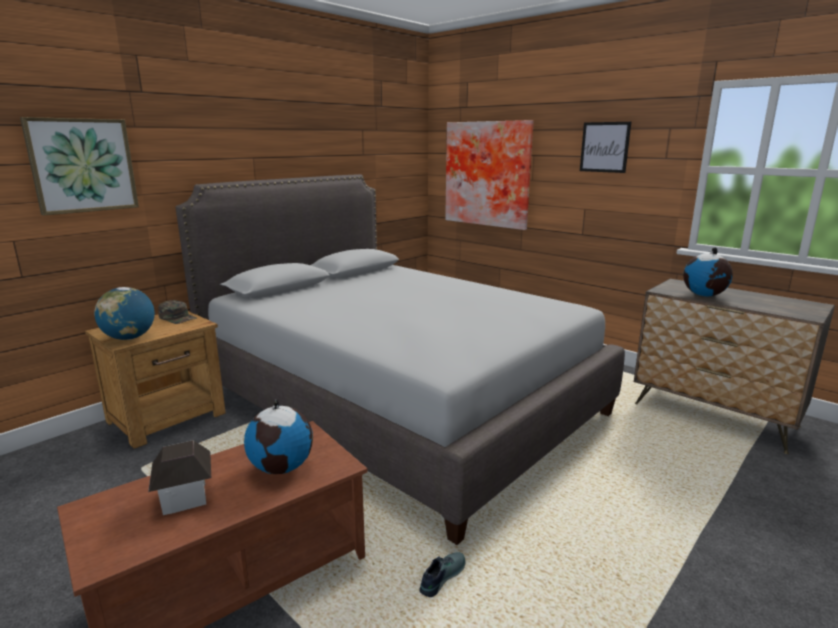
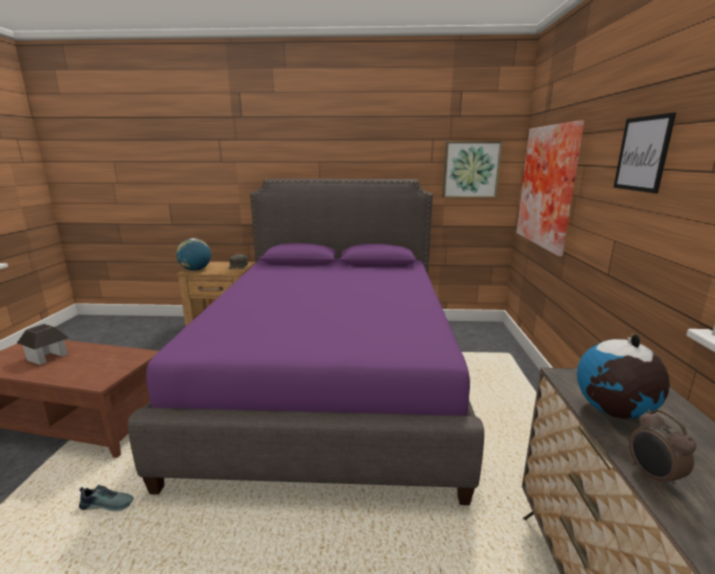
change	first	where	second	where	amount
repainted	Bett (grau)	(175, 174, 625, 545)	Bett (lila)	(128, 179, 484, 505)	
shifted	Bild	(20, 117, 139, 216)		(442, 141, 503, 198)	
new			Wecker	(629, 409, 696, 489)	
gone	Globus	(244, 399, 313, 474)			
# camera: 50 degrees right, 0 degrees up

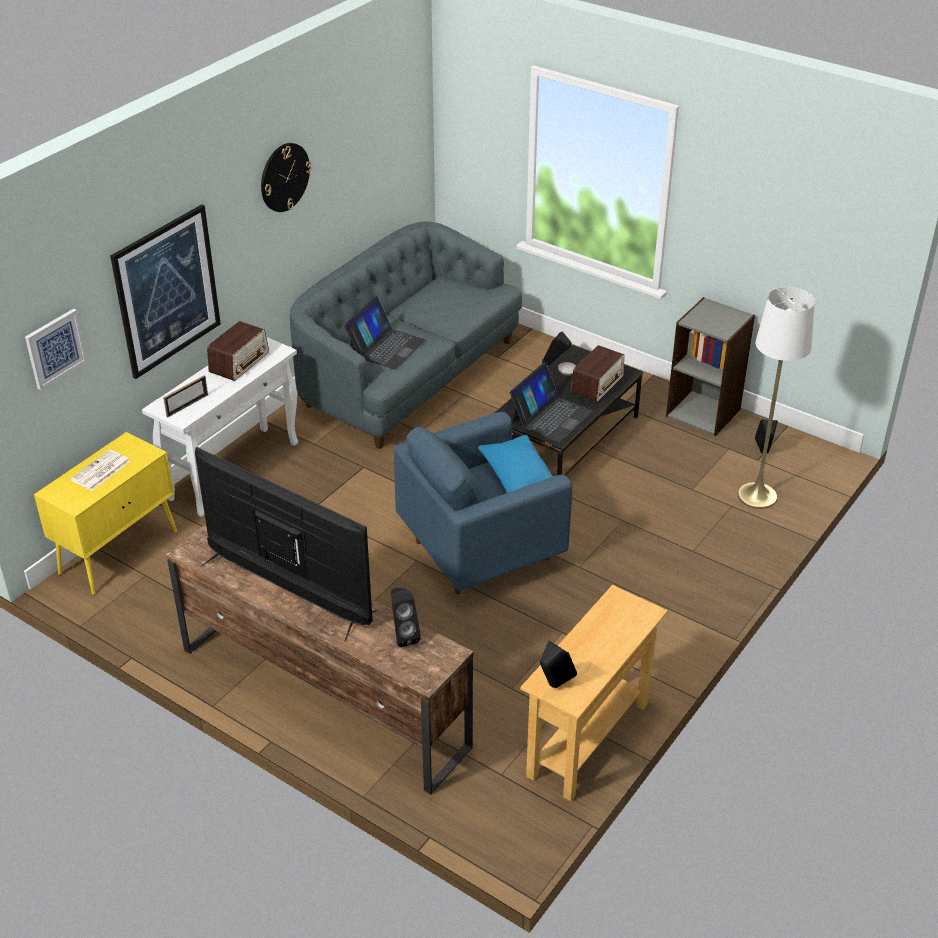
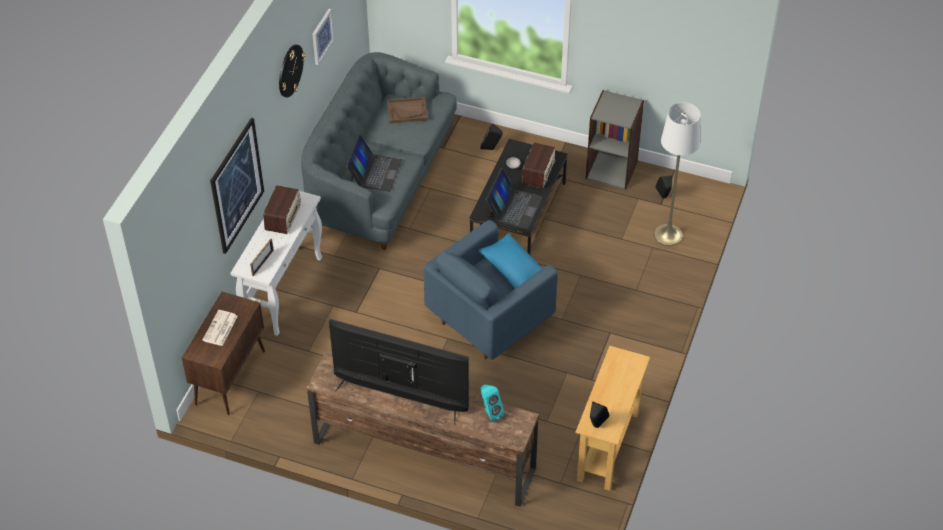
change	first	where	second	where	amount
repainted	Schrank (gelb)	(34, 432, 177, 595)	Schrank (braun)	(182, 292, 265, 415)	
shifted	Bild	(25, 309, 87, 390)		(312, 9, 334, 65)	
new			Tablett (braun)	(387, 97, 428, 124)	
repainted	Lautsprecher (schwarz)	(391, 588, 421, 647)	Lautsprecher (türkis)	(480, 385, 504, 422)	
# camera: 15 degrees left, 10 degrees up

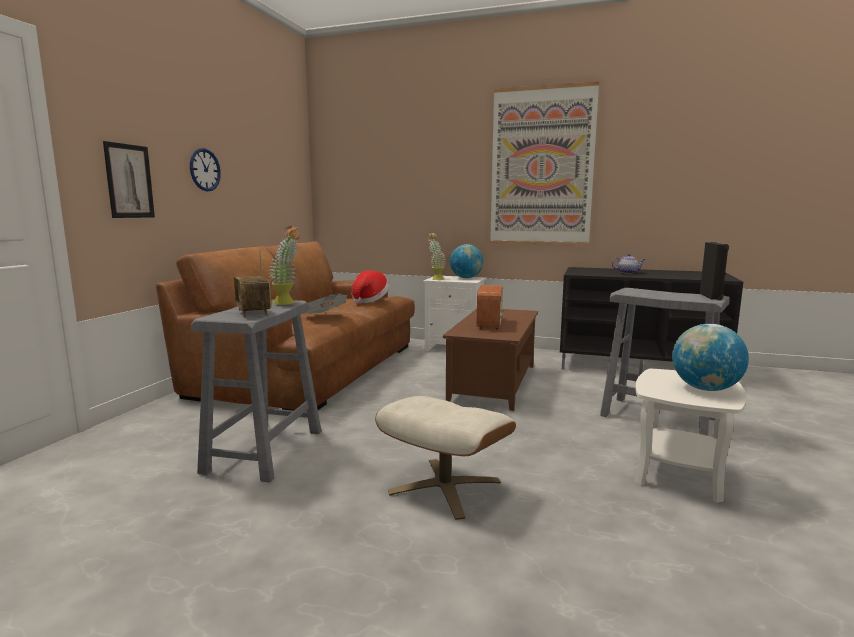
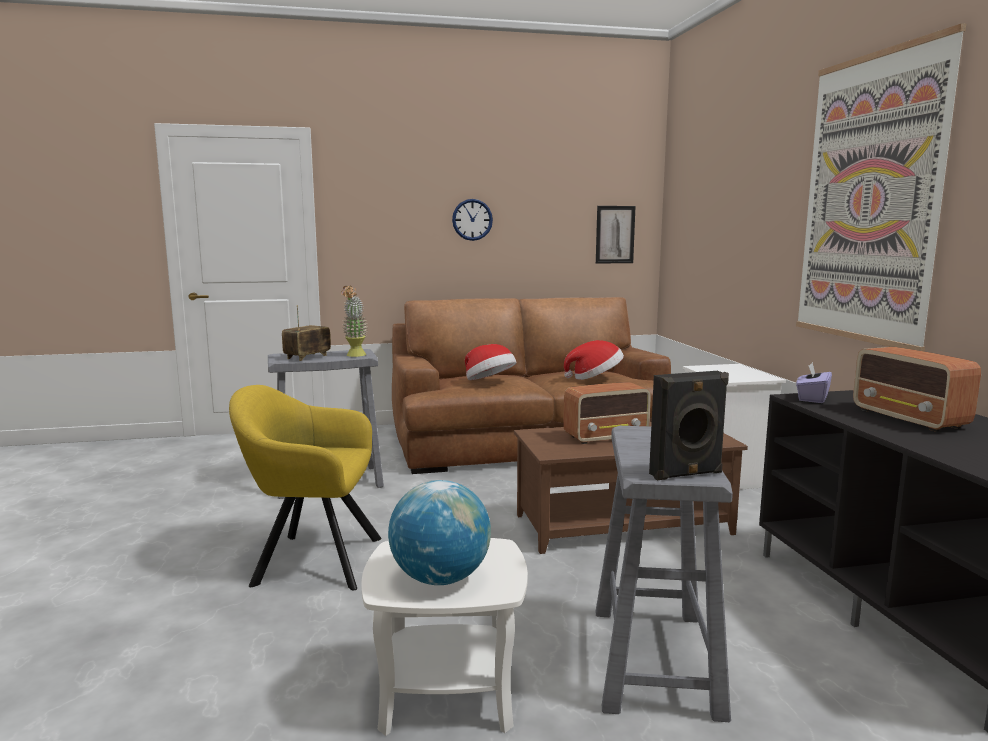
change	first	where	second	where	amount
swapped	Polsterhocker (beige)	(375, 396, 516, 520)	Sessel (gelb)	(229, 385, 381, 590)	
swapped	Zeitung	(304, 293, 347, 314)	Hut	(465, 344, 516, 380)	
shifted	Bild	(103, 141, 155, 218)		(596, 206, 635, 264)	
new			Taschentuchbox (lila)	(796, 362, 832, 403)	
swapped	Teekanne	(612, 254, 645, 274)	Radio	(853, 347, 981, 432)	
gone	Topfpflanze	(428, 233, 446, 280)			
gone	Globus	(450, 244, 484, 278)			
# camera: 60 degrees right, 0 degrees up

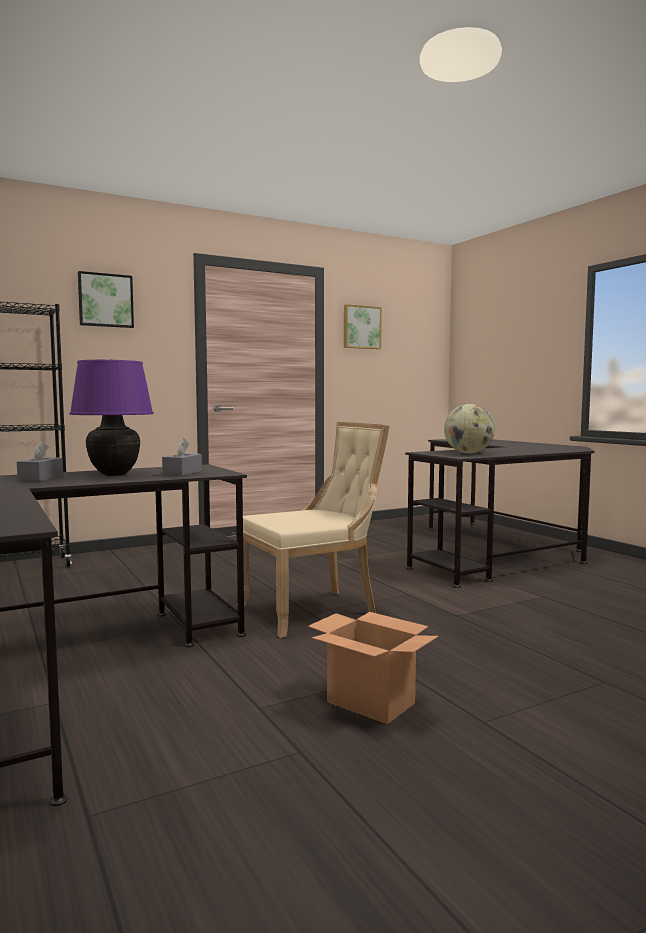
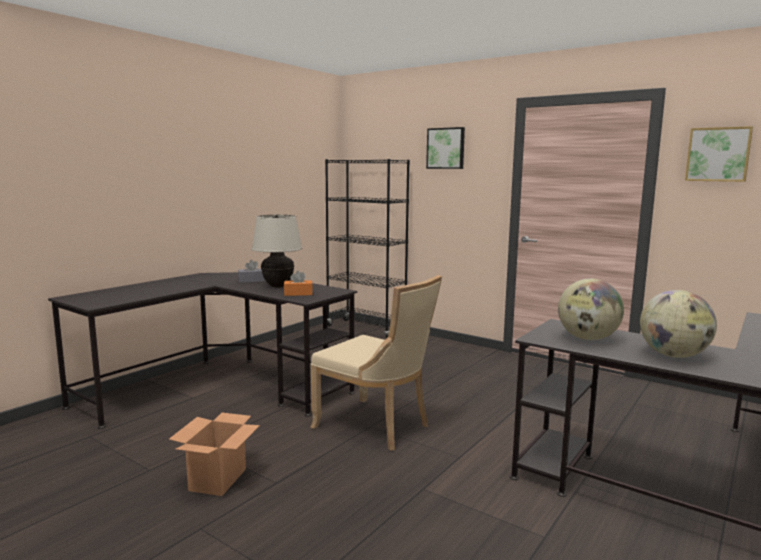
change	first	where	second	where	amount
repainted	Tischlampe (lila)	(69, 359, 154, 476)	Tischlampe (beige)	(252, 215, 302, 288)	
repainted	Taschentuchbox (grau)	(162, 438, 202, 476)	Taschentuchbox (orange)	(284, 271, 313, 296)	
new			Globus	(640, 290, 717, 358)	
# camera: 65 degrees right, 5 degrees up

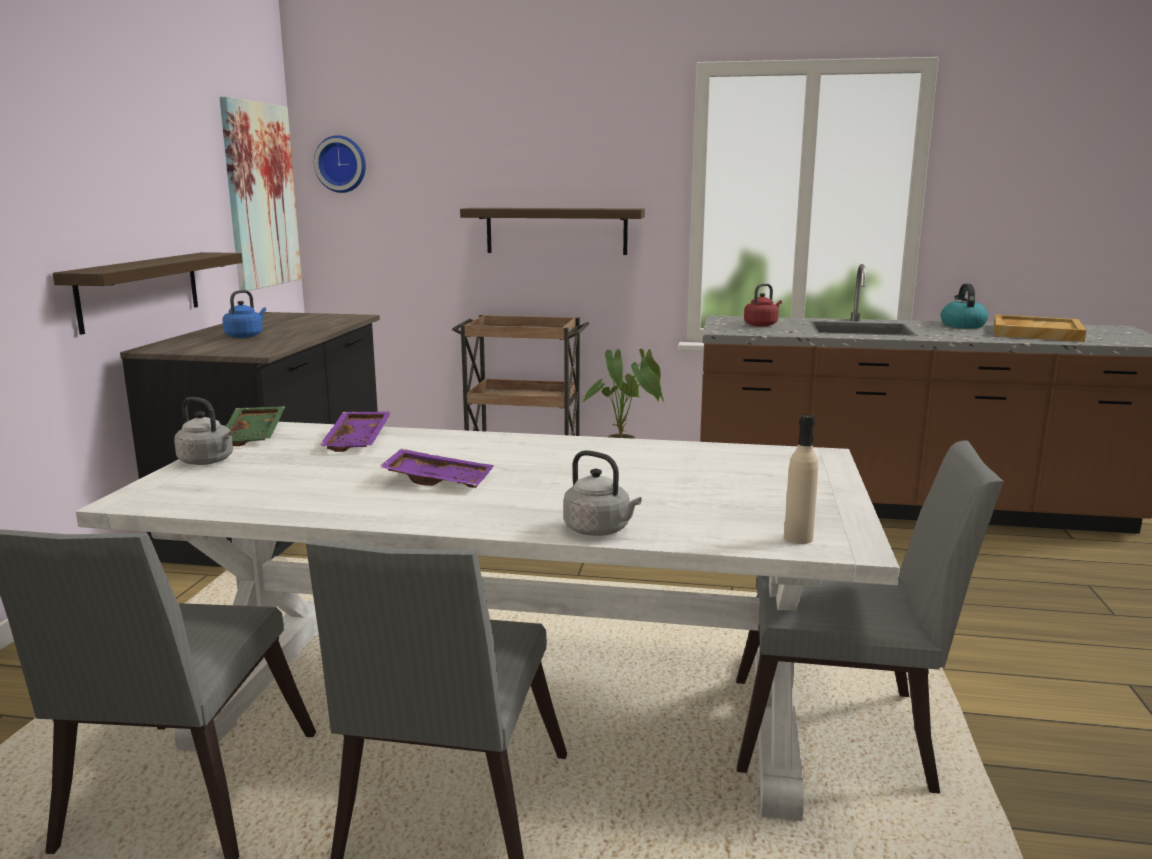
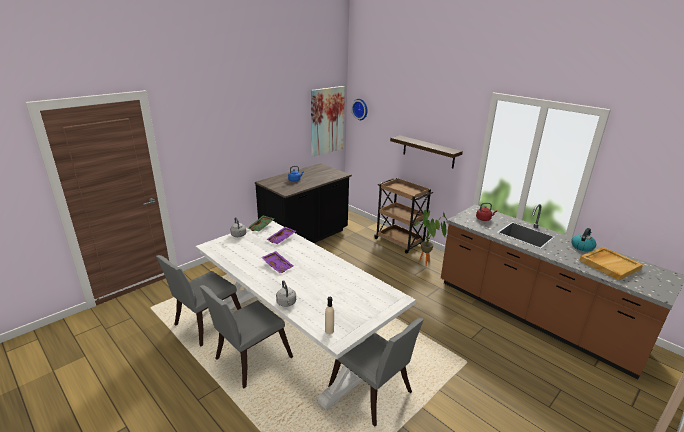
change	first	where	second	where	amount
gone	Wandregal	(53, 252, 243, 335)			
# camera: 35 degrees right, 10 degrees up

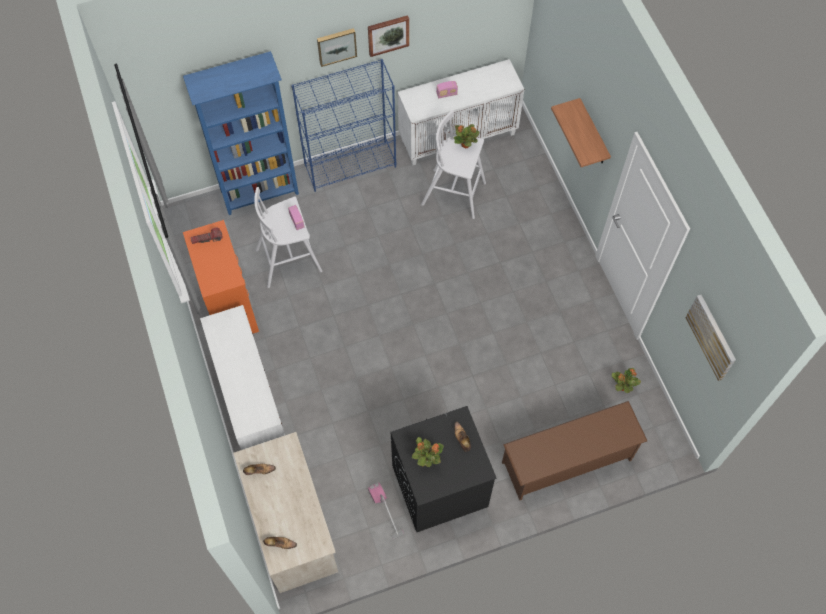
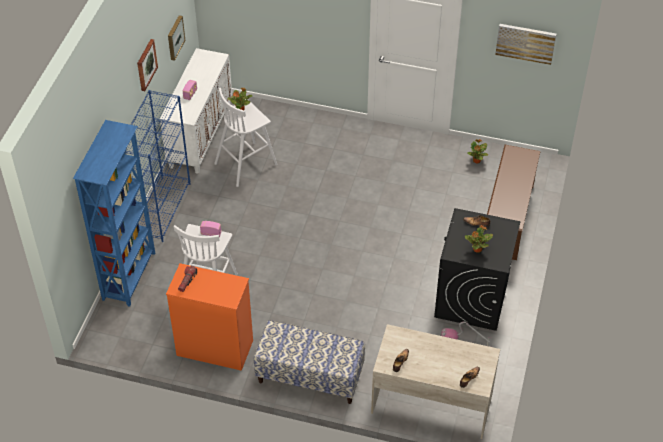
change	first	where	second	where	amount
shifted	Bild	(317, 28, 357, 67)		(168, 15, 185, 61)	
swapped	Schrank (weiß)	(200, 305, 285, 450)	Bank	(254, 320, 365, 404)	
gone	Wandregal	(551, 98, 611, 167)			
# camera: 55 degrees left, 15 degrees down

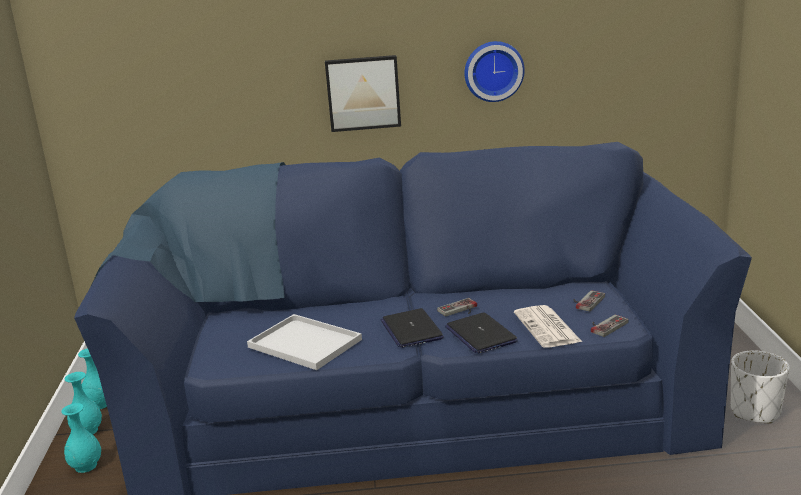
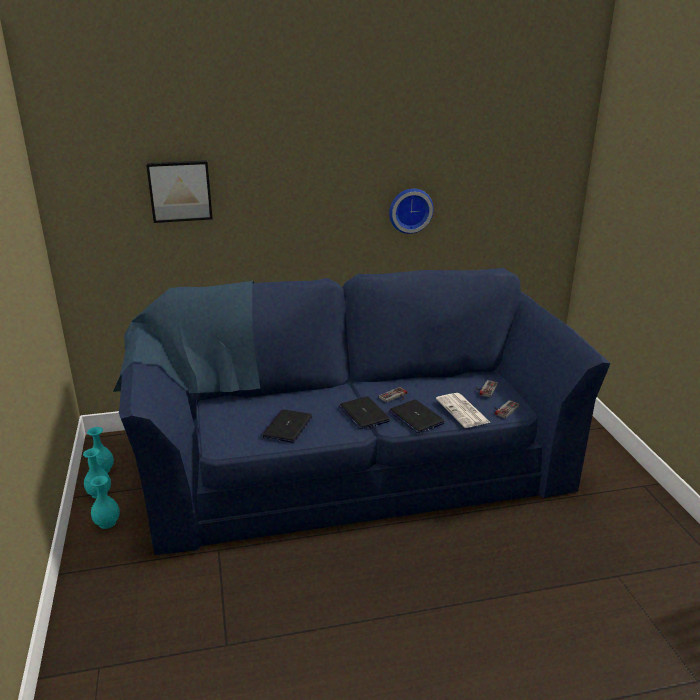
change	first	where	second	where	amount
shifted	Bild	(325, 55, 401, 132)		(146, 160, 213, 223)	
swapped	Tablett (weiß)	(247, 314, 362, 370)	Laptop	(261, 409, 313, 443)	
gone	Pflanzkübel (weiß)	(731, 351, 790, 423)			
# camera: 10 degrees left, 5 degrees up

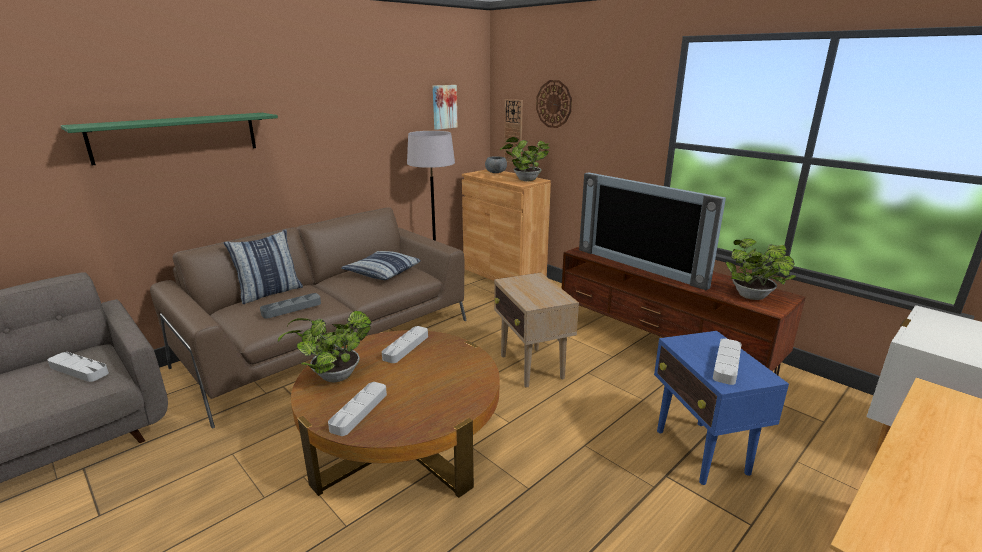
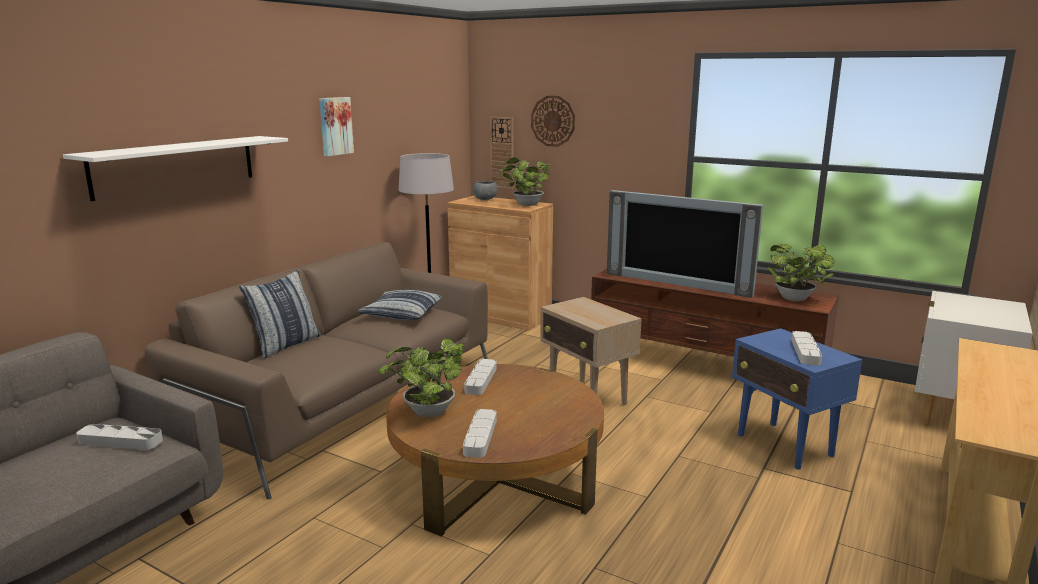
change	first	where	second	where	amount
repainted	Wandregal (grün)	(61, 113, 278, 165)	Wandregal (weiß)	(63, 136, 288, 201)	
shifted	Bild	(433, 85, 458, 130)		(319, 97, 354, 156)	
gone	Tablett (grau)	(260, 293, 321, 319)			
# camera: 15 degrees left, 5 degrees down

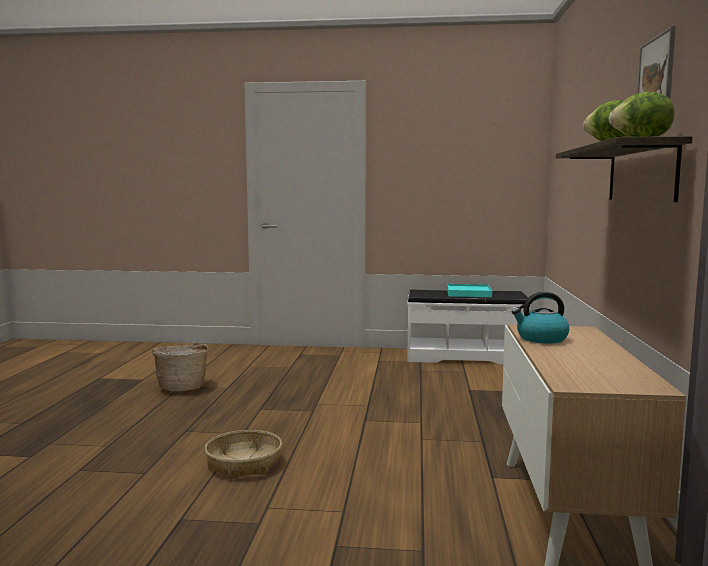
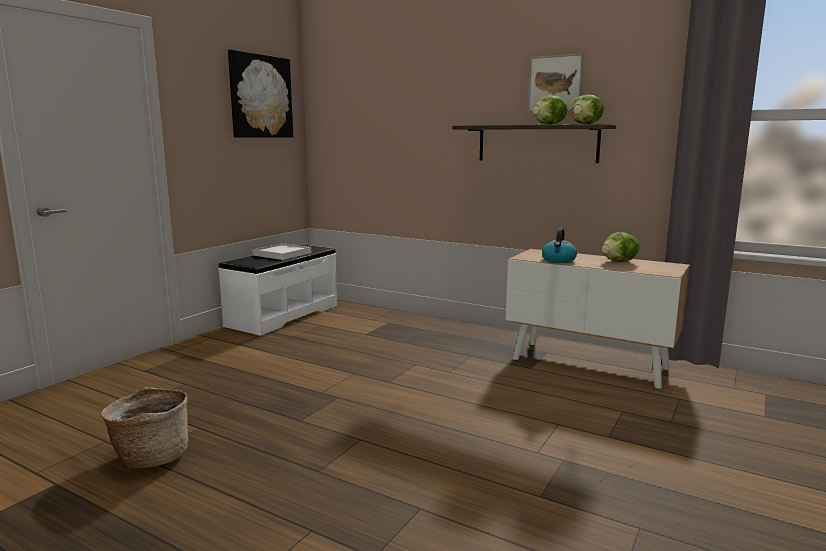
change	first	where	second	where	amount
new			Bild	(228, 49, 293, 138)	
repainted	Tablett (türkis)	(447, 284, 492, 297)	Tablett (weiß)	(253, 243, 311, 260)	
new			Salatkopf	(602, 232, 639, 262)	
gone	Korb	(205, 430, 282, 479)			
# camera: 65 degrees left, 5 degrees up

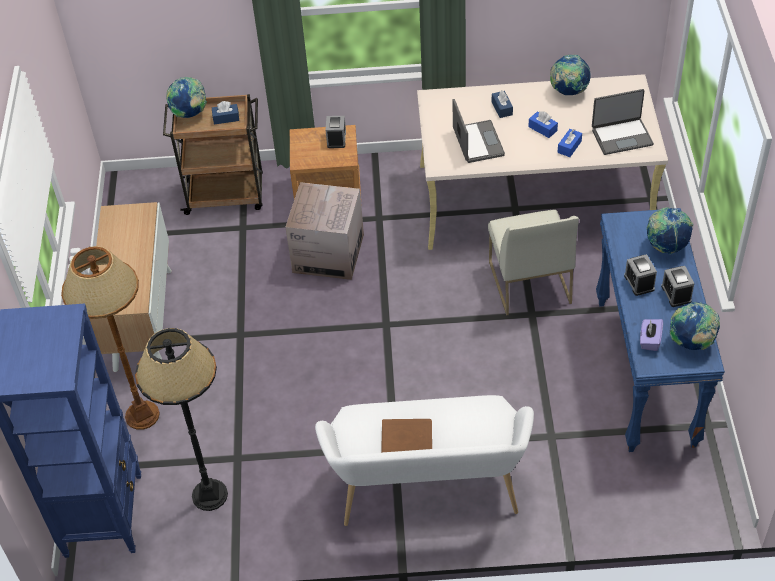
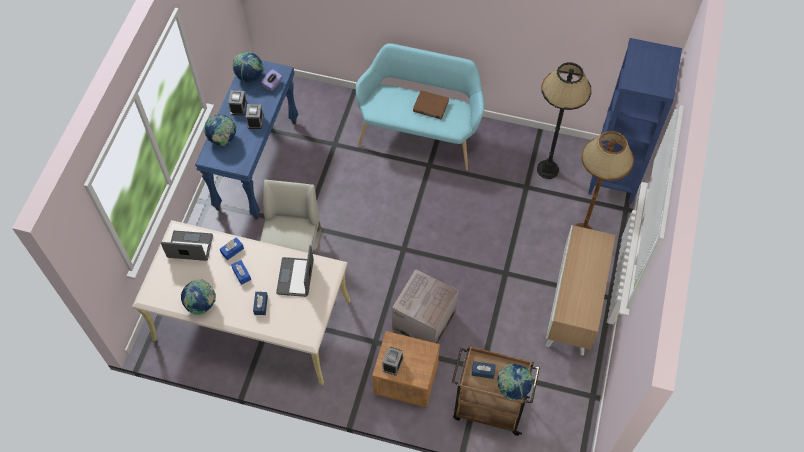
change	first	where	second	where	amount
repainted	Bank (weiß)	(315, 395, 534, 526)	Bank (türkis)	(356, 43, 484, 170)	
# camera: 165 degrees left, 10 degrees up

